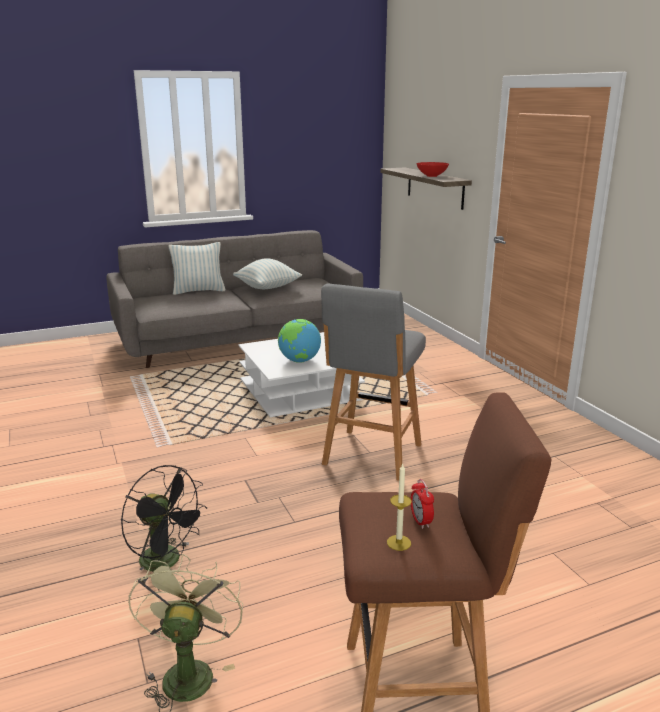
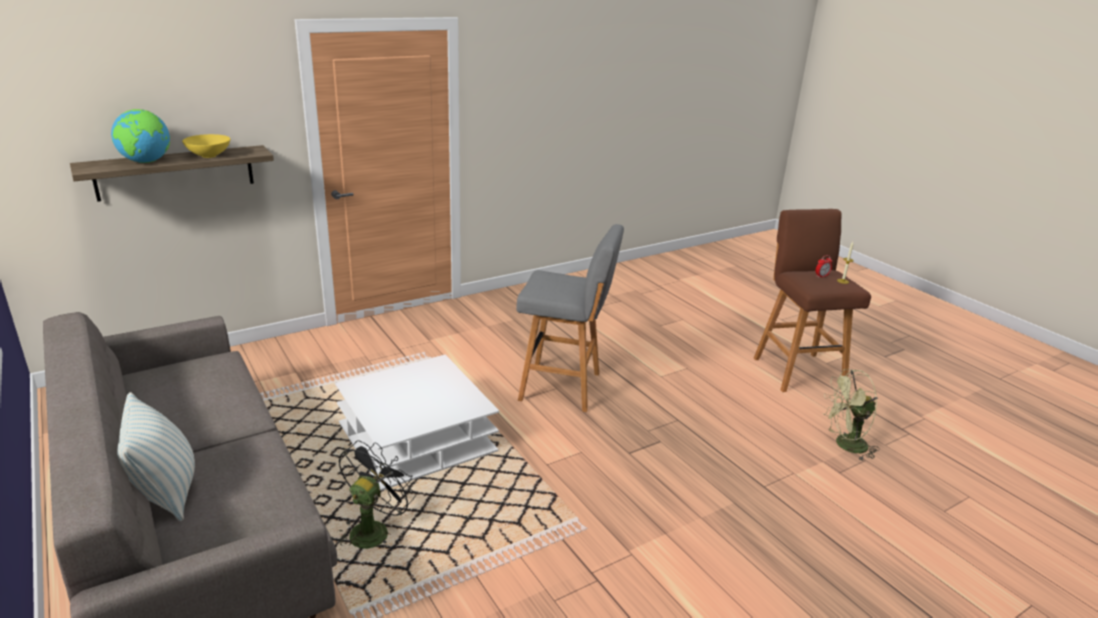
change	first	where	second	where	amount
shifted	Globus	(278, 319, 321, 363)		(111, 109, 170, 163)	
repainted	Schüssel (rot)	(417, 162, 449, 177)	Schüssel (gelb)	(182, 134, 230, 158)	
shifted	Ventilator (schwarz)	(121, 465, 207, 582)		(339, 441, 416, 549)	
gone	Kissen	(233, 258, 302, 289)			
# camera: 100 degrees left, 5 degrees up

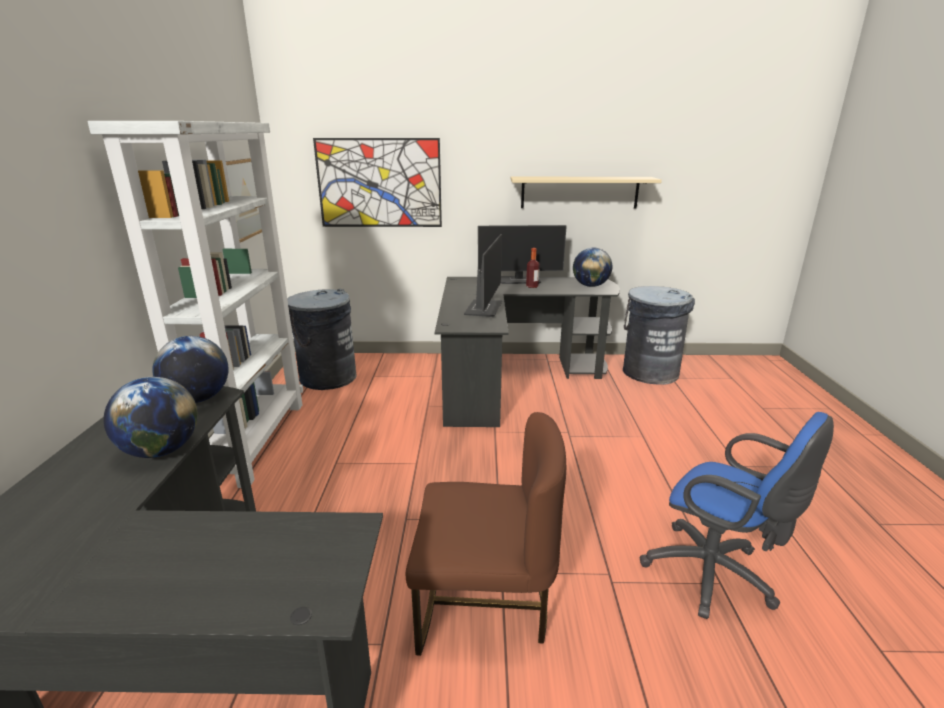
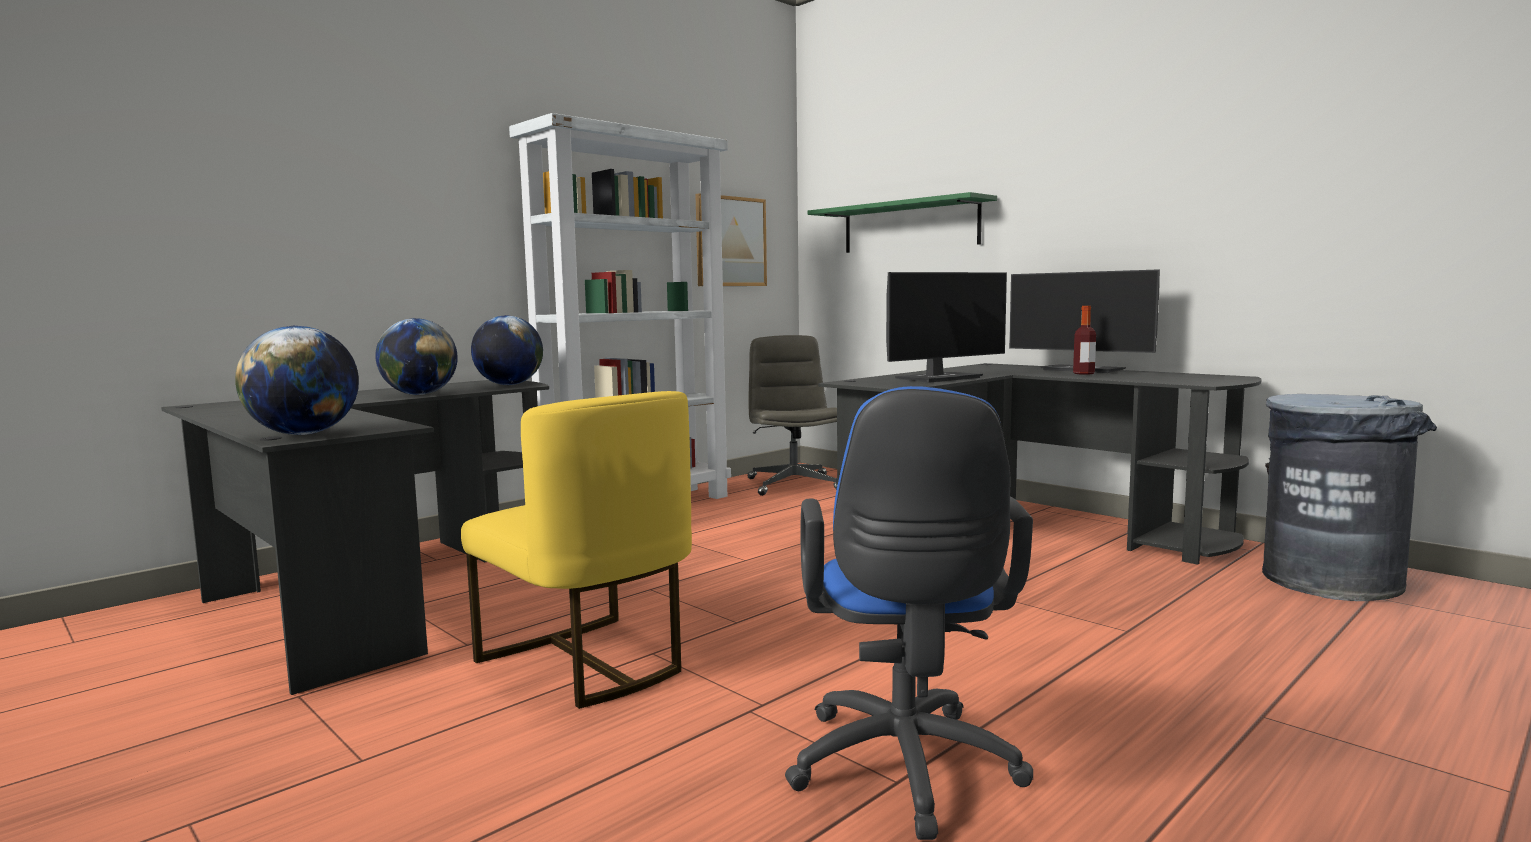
change	first	where	second	where	amount
shifted	Globus	(573, 248, 612, 287)		(235, 326, 359, 435)	
repainted	Stuhl (braun)	(406, 412, 566, 656)	Stuhl (gelb)	(461, 391, 692, 709)	
swapped	Mülleimer (grau)	(287, 289, 357, 390)	Bürostuhl (grau)	(748, 335, 837, 496)	
swapped	Bild	(313, 138, 442, 227)	Wandregal (grün)	(807, 192, 997, 253)	
gone	Wandregal (beige)	(511, 177, 662, 209)			
# camera: 45 degrees right, 15 degrees down

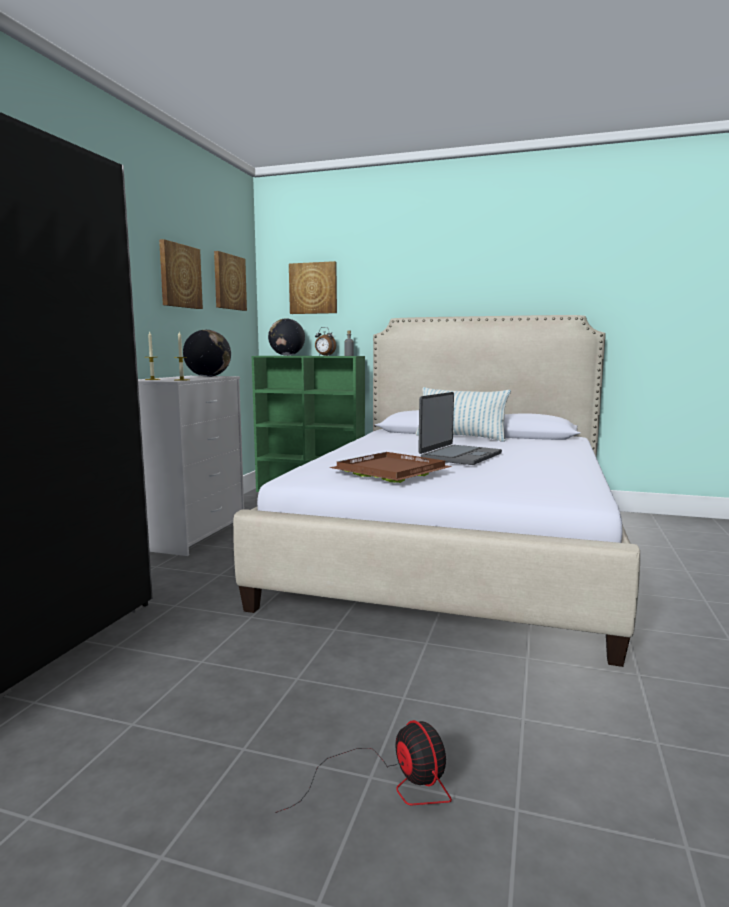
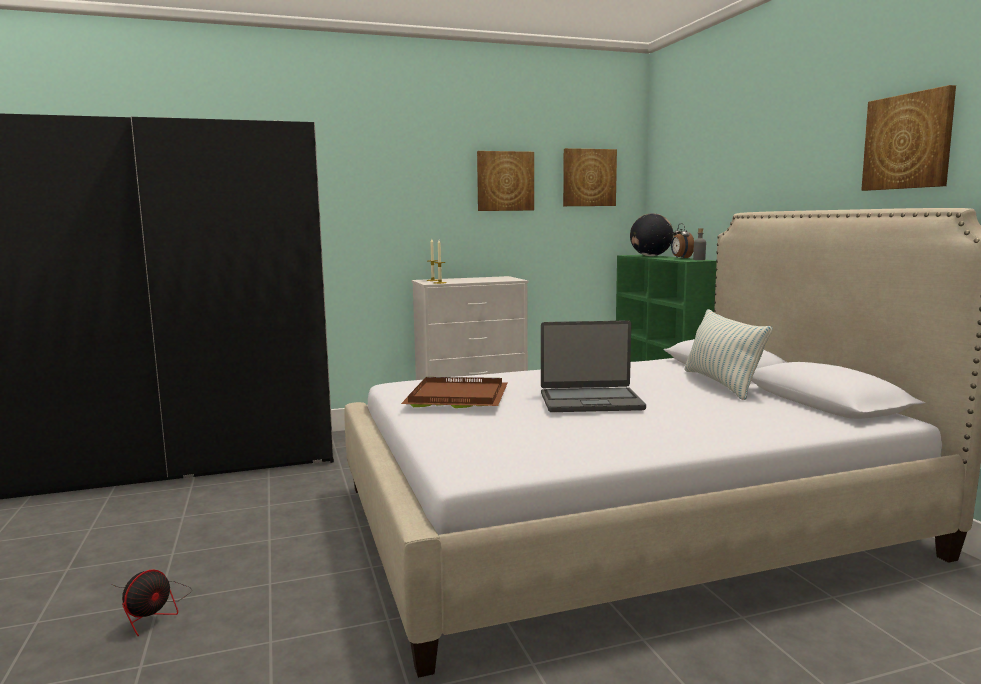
change	first	where	second	where	amount
shifted	Bild	(289, 261, 337, 314)		(861, 85, 956, 191)	
gone	Globus	(183, 330, 231, 377)			
# camera: 55 degrees right, 0 degrees up

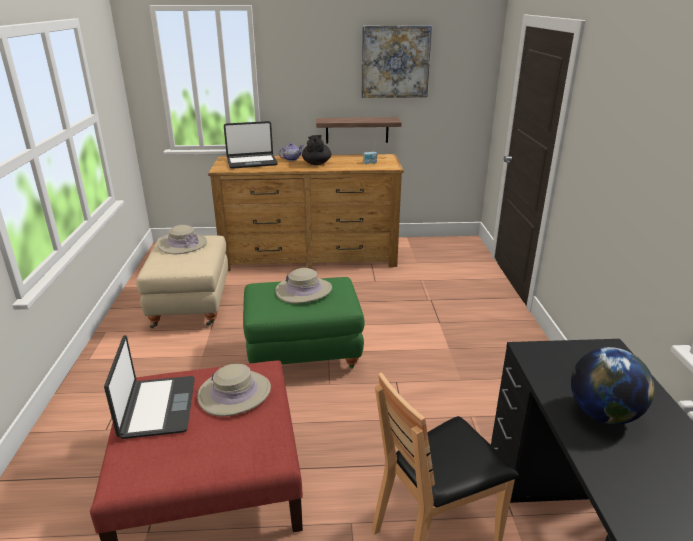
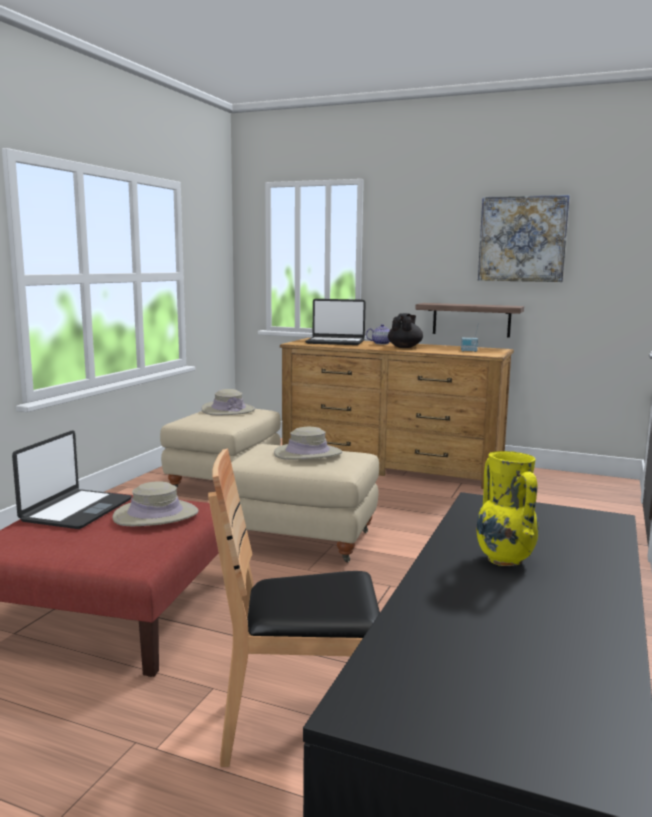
change	first	where	second	where	amount
repainted	Polsterhocker (grün)	(243, 277, 365, 369)	Polsterhocker (beige)	(231, 444, 379, 563)	
swapped	Globus	(571, 347, 654, 424)	Vase (gelb)	(476, 451, 539, 566)	
# camera: 25 degrees right, 15 degrees down

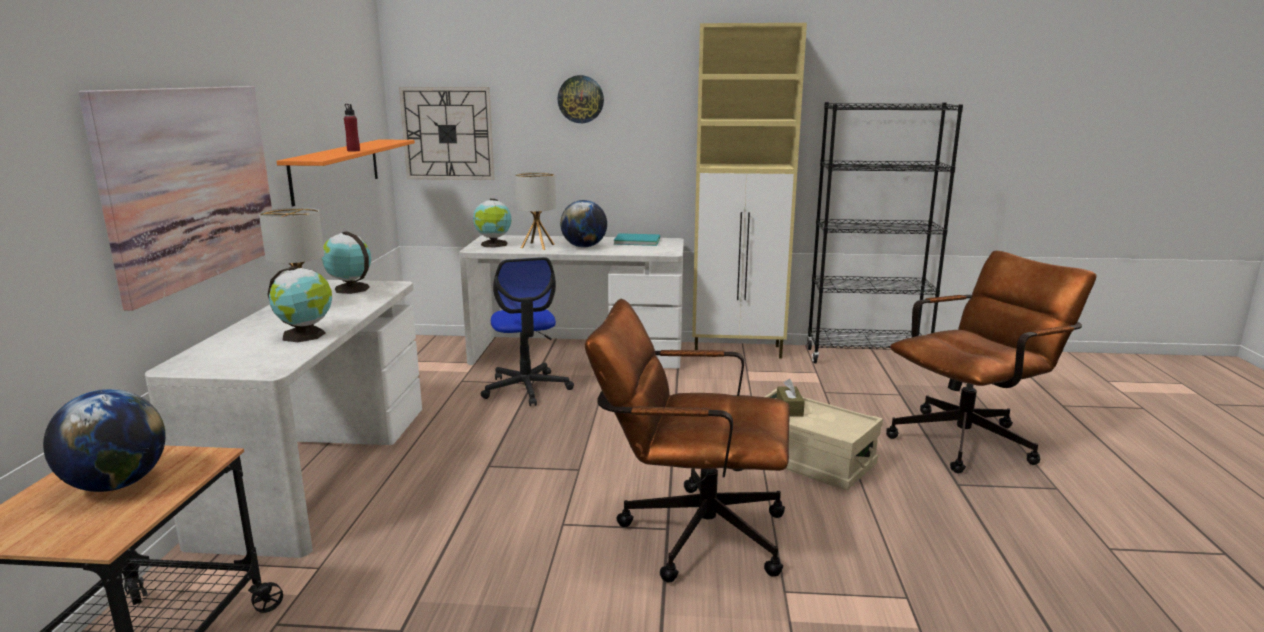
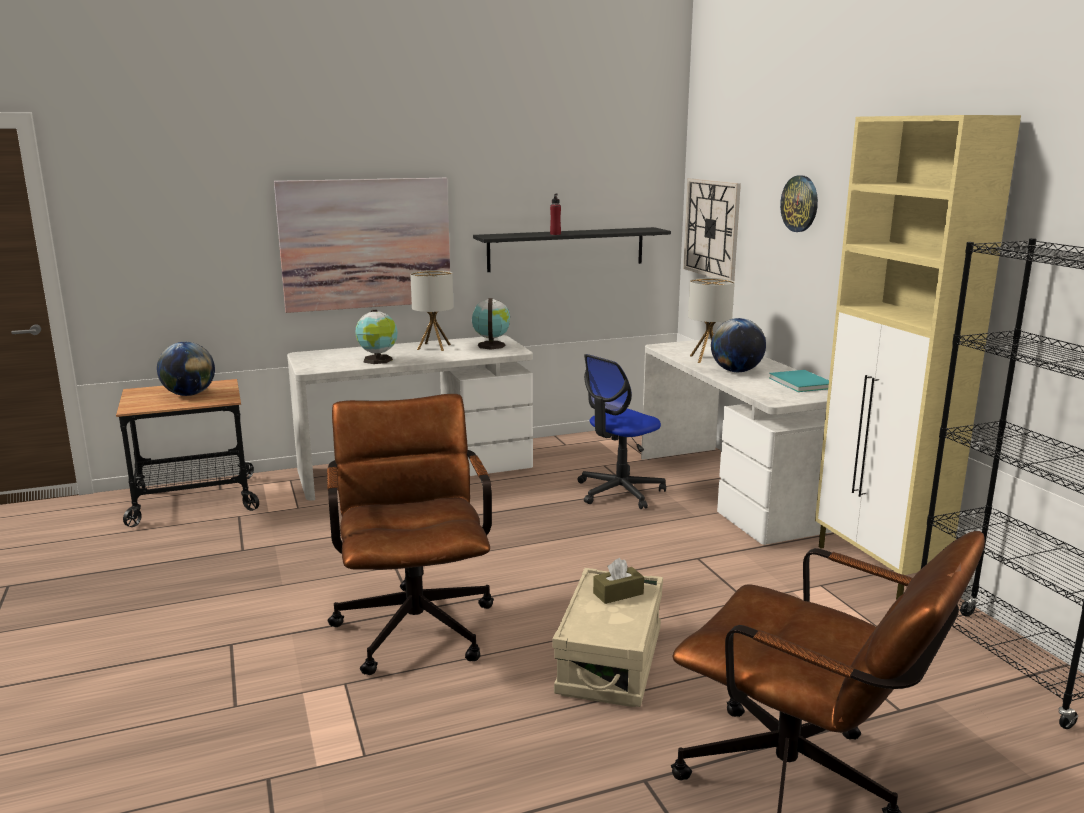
change	first	where	second	where	amount
repainted	Wandregal (orange)	(276, 140, 415, 206)	Wandregal (schwarz)	(473, 227, 671, 272)	
gone	Globus	(473, 199, 512, 248)			
# camera: 65 degrees right, 0 degrees up

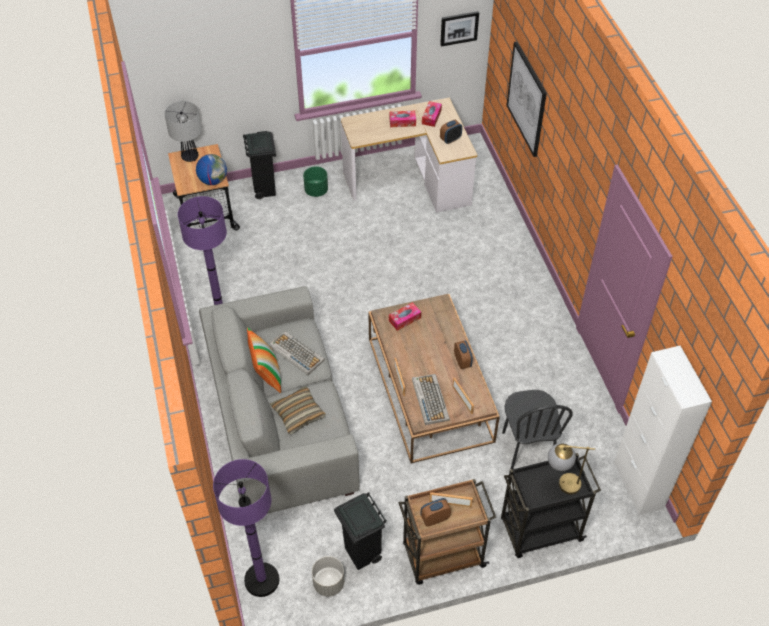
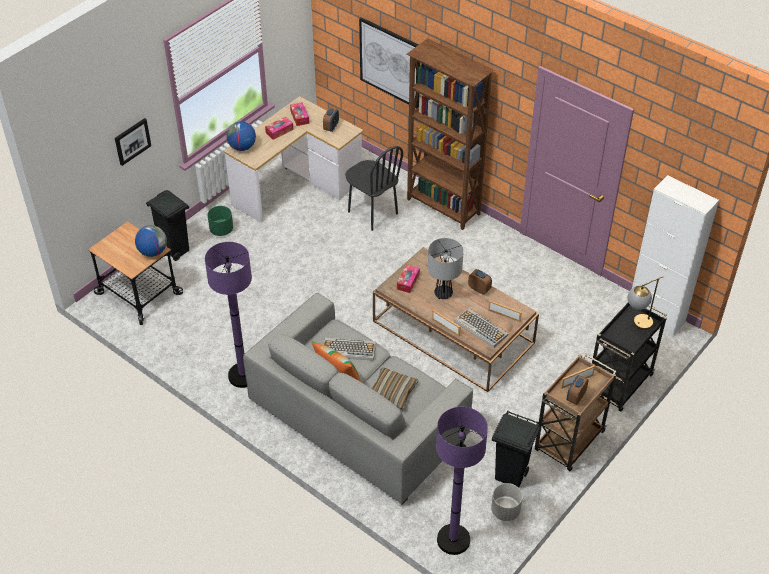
change	first	where	second	where	amount
shifted	Bild	(440, 11, 479, 47)		(115, 118, 151, 166)	
new			Globus	(226, 121, 256, 151)	
shifted	Stuhl (schwarz)	(502, 390, 573, 470)		(345, 146, 403, 231)	
new			Bücherregal (braun)	(406, 38, 494, 230)	
shifted	Tischlampe	(164, 101, 201, 162)		(428, 238, 464, 299)	
# camera: 35 degrees left, 5 degrees down

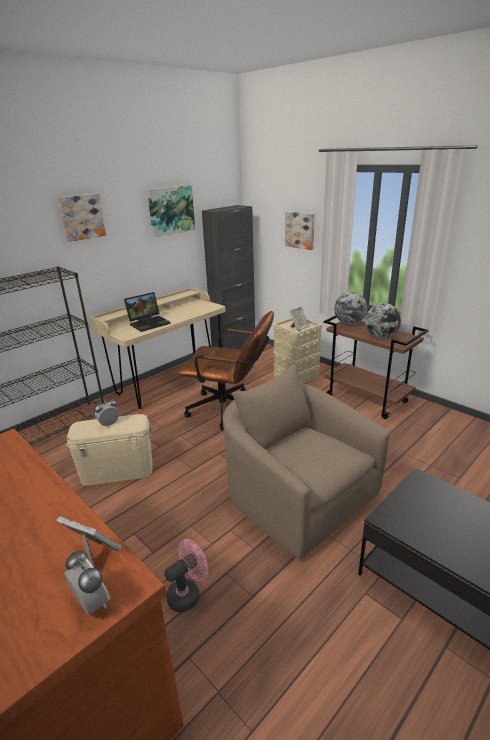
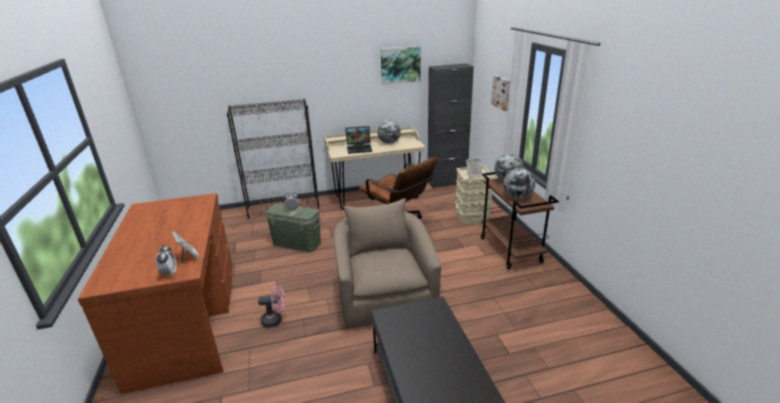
change	first	where	second	where	amount
repainted	Aufbewahrungsbox (beige)	(66, 414, 152, 486)	Aufbewahrungsbox (grün)	(266, 203, 321, 252)	
new			Globus	(377, 120, 401, 144)	
gone	Bild	(58, 194, 106, 242)			
# camera: 30 degrees right, 0 degrees up

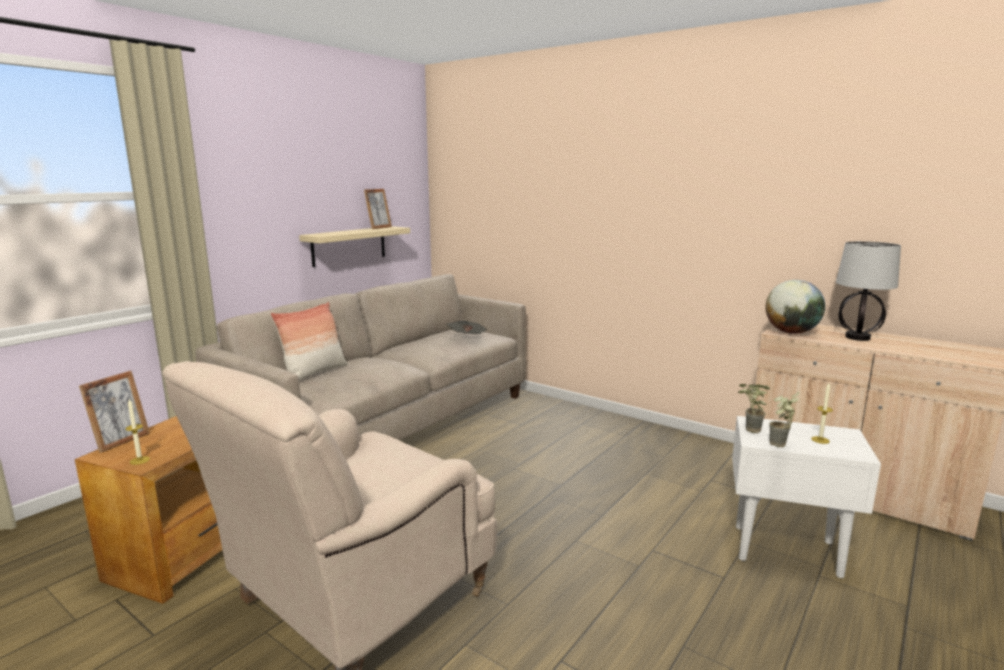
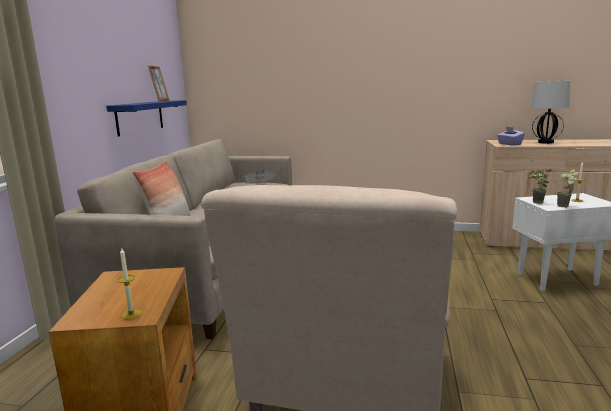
change	first	where	second	where	amount
repainted	Wandregal (beige)	(299, 226, 410, 267)	Wandregal (blau)	(106, 100, 187, 137)	
swapped	Globus	(765, 280, 825, 334)	Taschentuchbox (lila)	(497, 127, 525, 146)	
gone	Bilderrahmen	(79, 371, 150, 453)			
# camera: 25 degrees left, 0 degrees up

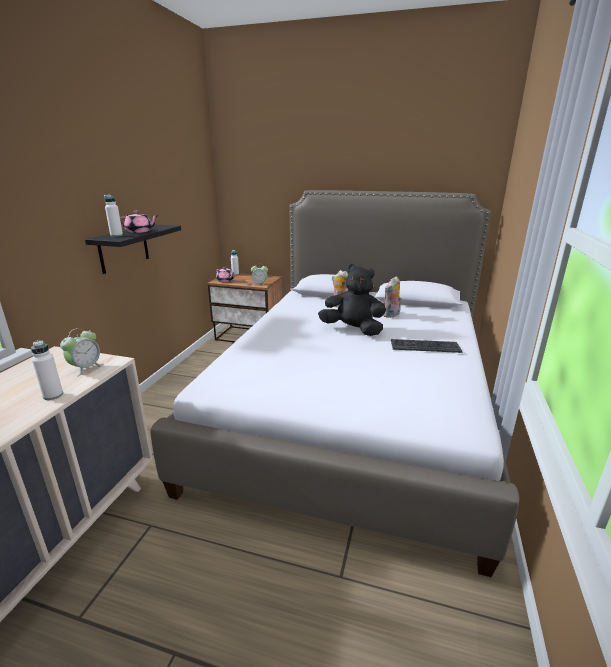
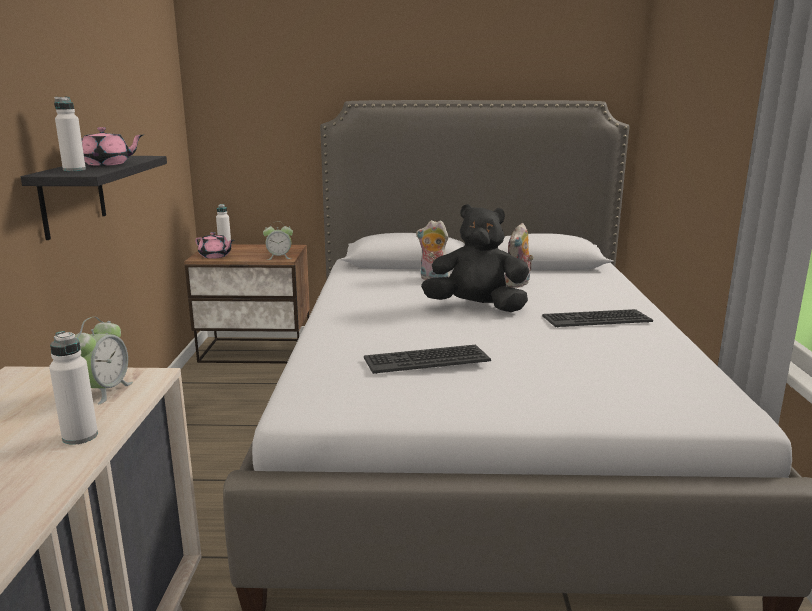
change	first	where	second	where	amount
new			Tastatur	(364, 344, 491, 374)	
# camera: 15 degrees left, 5 degrees down

